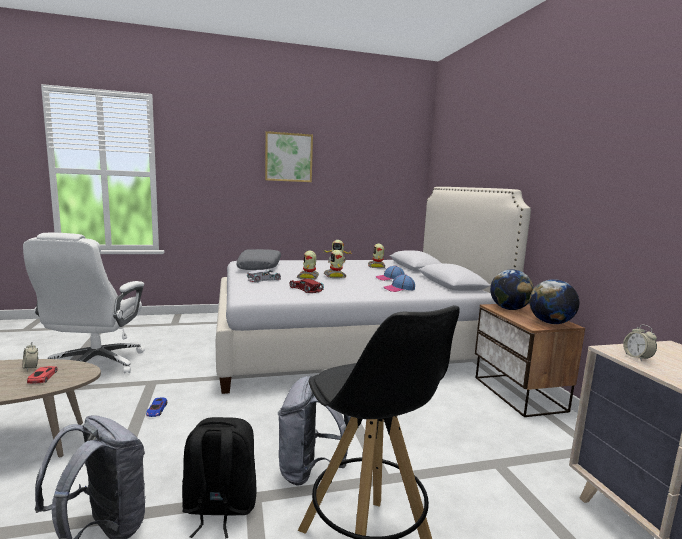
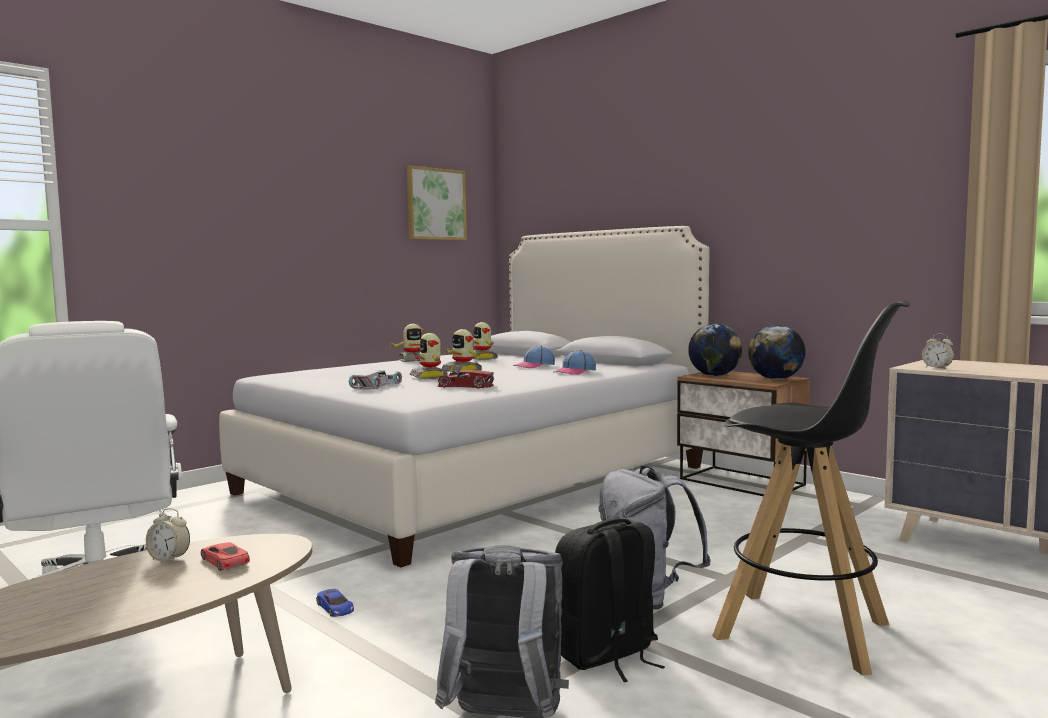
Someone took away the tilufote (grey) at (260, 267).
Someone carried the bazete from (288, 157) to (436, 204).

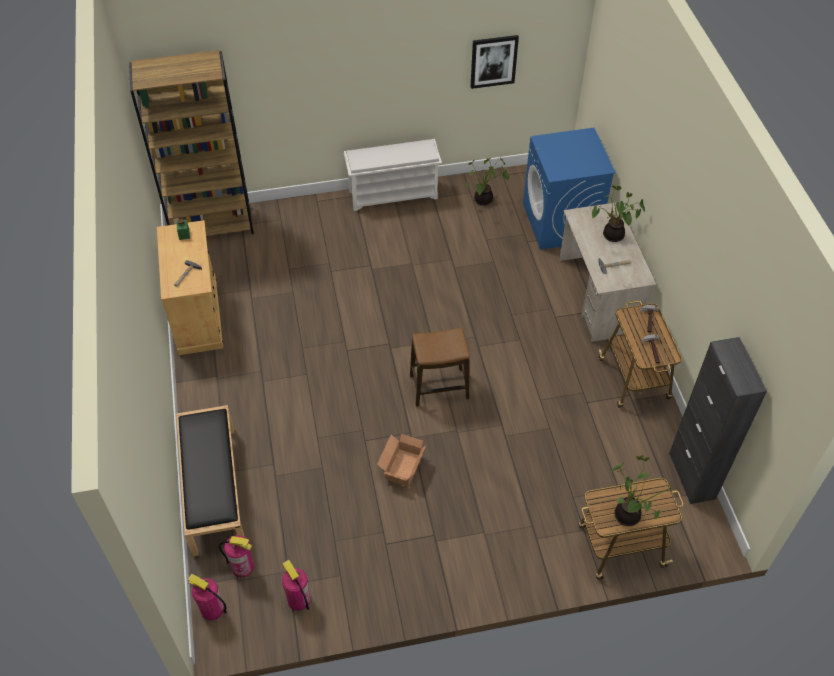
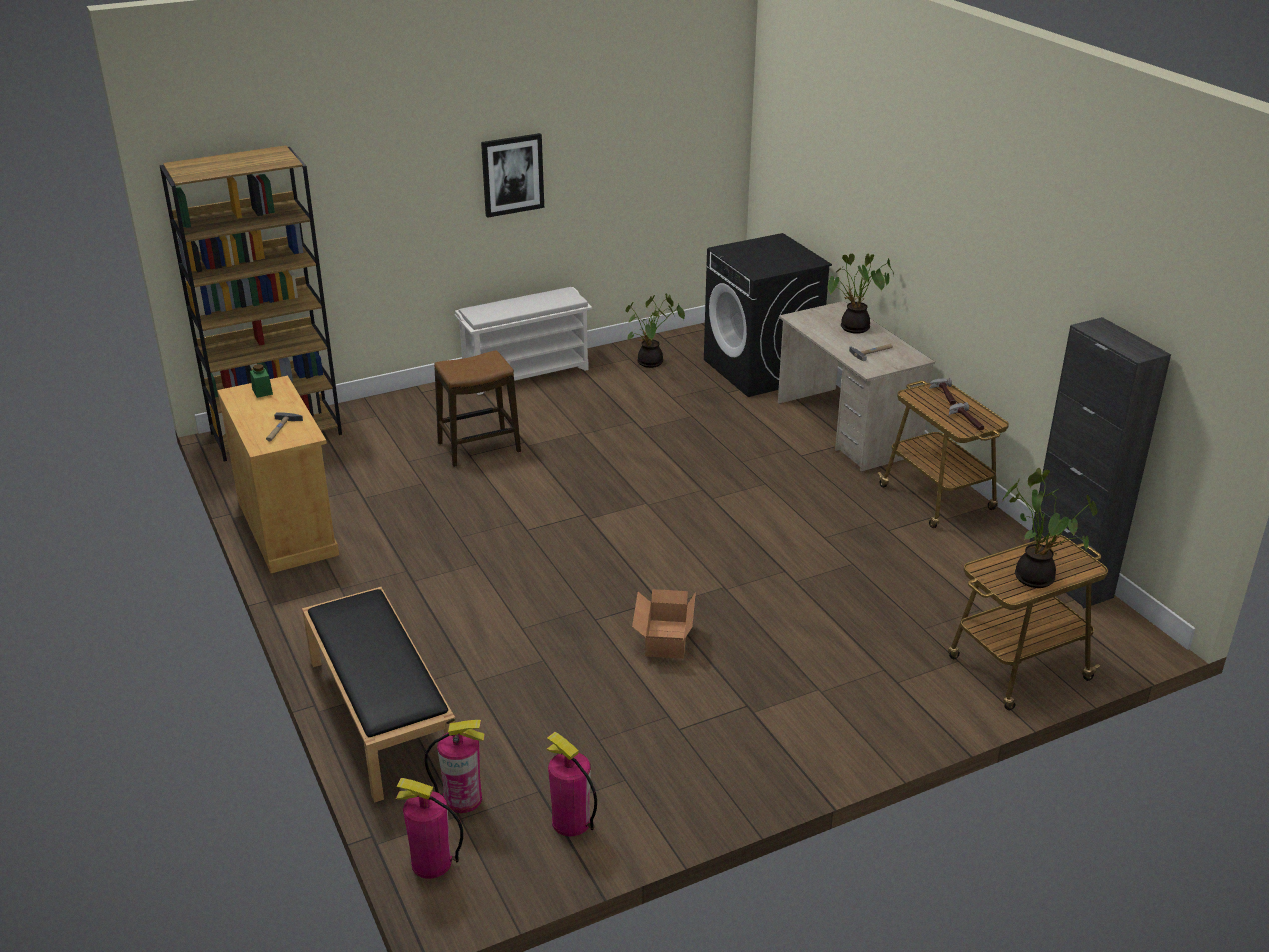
Someone carried the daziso from (439, 387) to (479, 448).
Someone carried the bazete from (493, 61) to (512, 174).
Someone repainted the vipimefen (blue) at (561, 222), which became the vipimefen (black) at (762, 370).

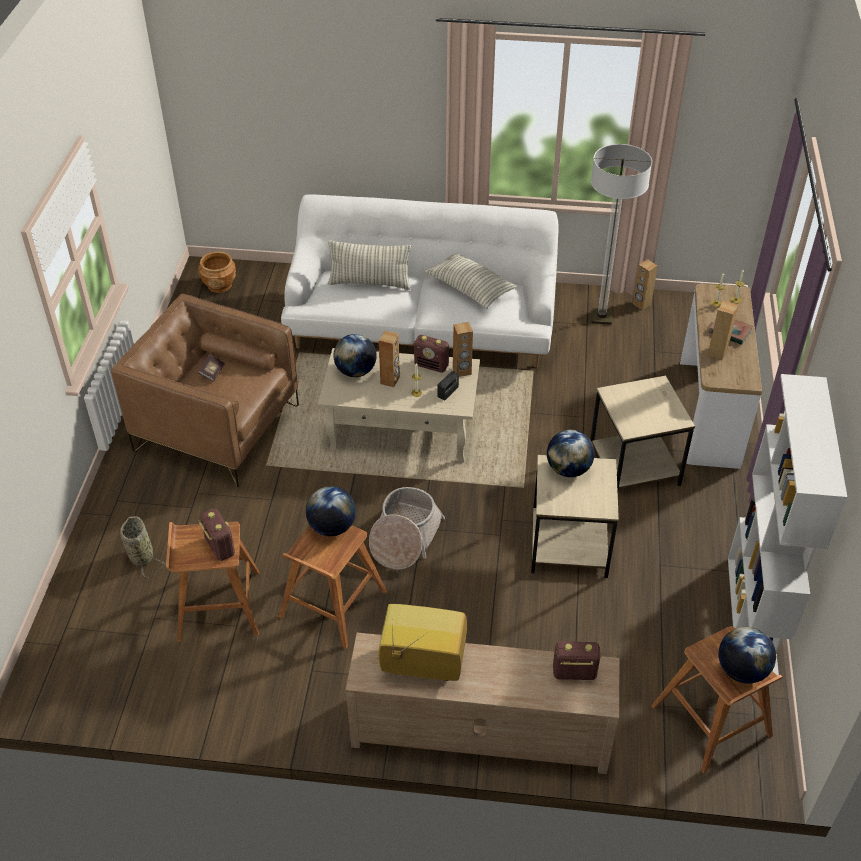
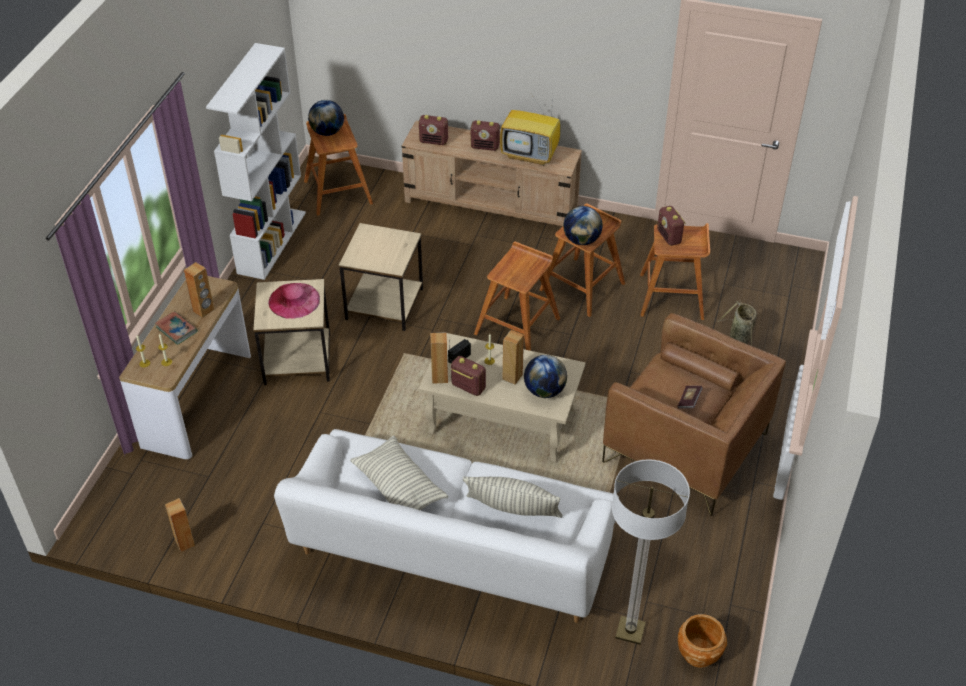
Someone took away the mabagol at (568, 469).
Someone put down the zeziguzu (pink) at (294, 300).
Someone put down the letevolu at (485, 147).
Someone carried the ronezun from (601, 317) to (630, 631).
Someone swapped the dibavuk at (404, 538) for the daziso (brown) at (518, 325).

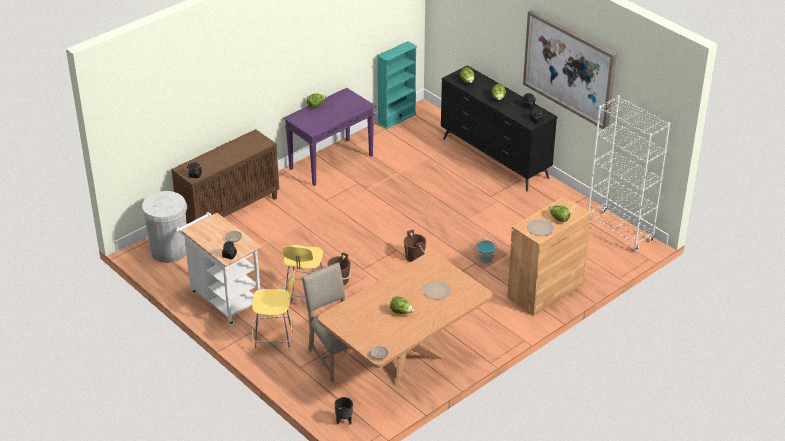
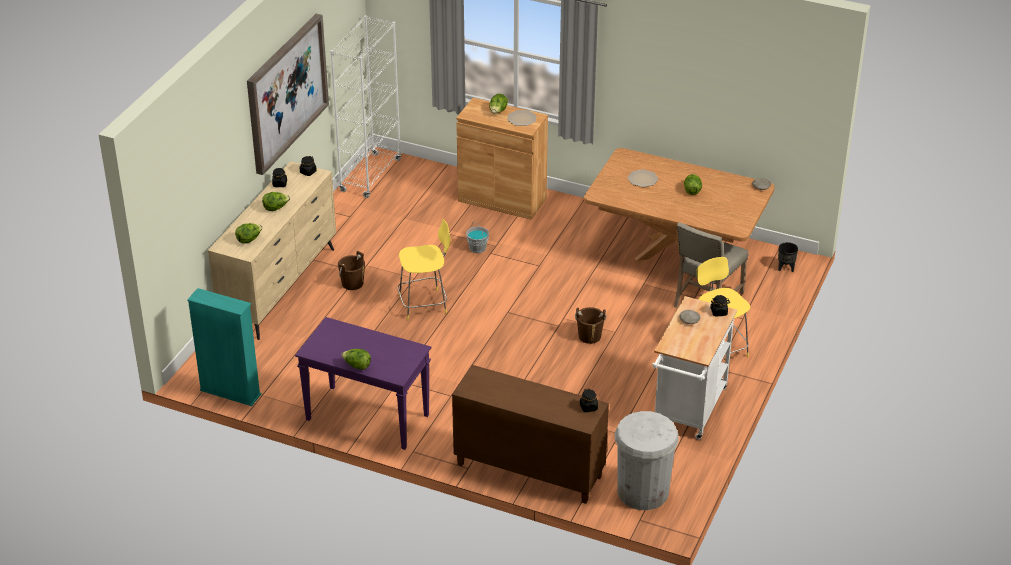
Someone carried the daziso (yellow) from (304, 295) to (424, 304).
Someone carried the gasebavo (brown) from (414, 257) to (352, 283).
Someone repainted the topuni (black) at (495, 159), which became the topuni (beige) at (280, 288).

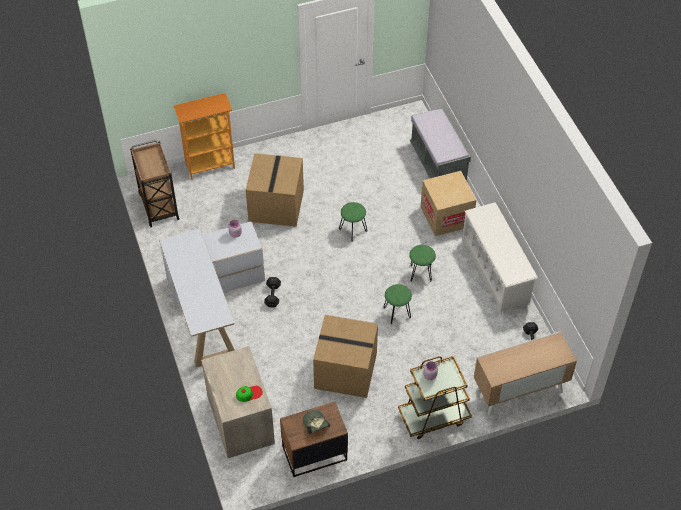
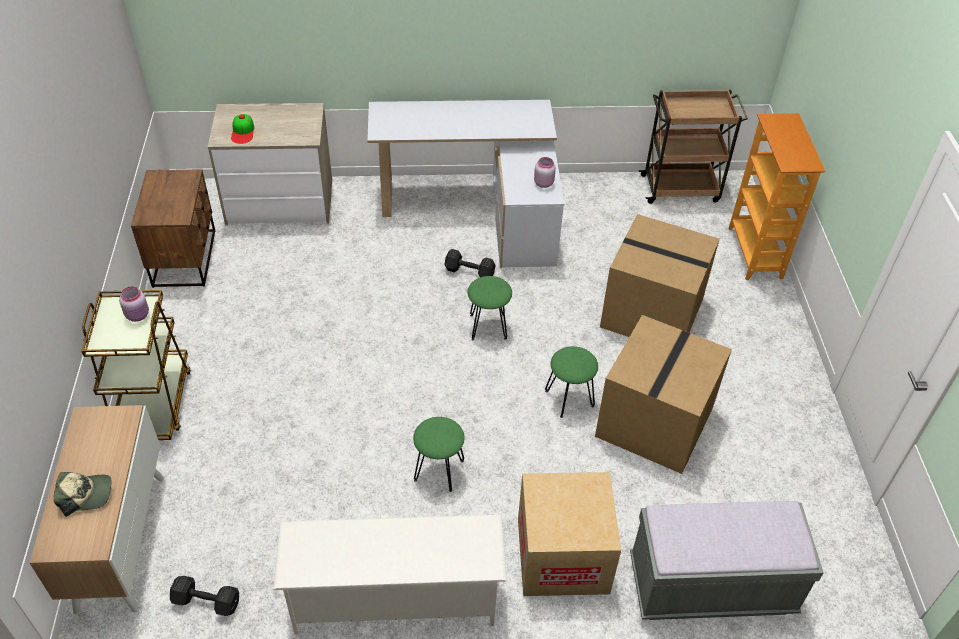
Someone carried the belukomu from (315, 424) to (85, 494).
Someone carried the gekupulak from (346, 370) to (655, 423).
Someone carried the daziso (green) from (397, 312) to (488, 327).

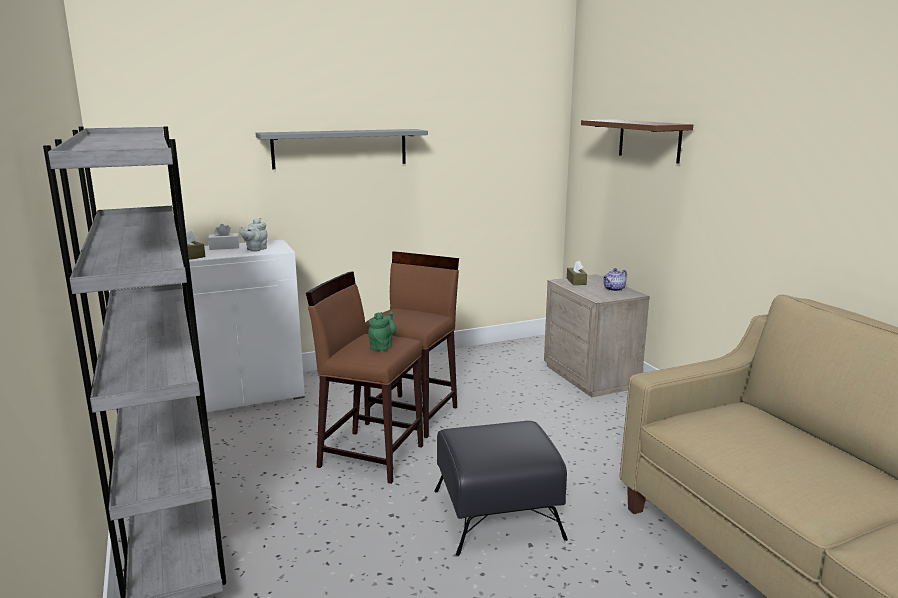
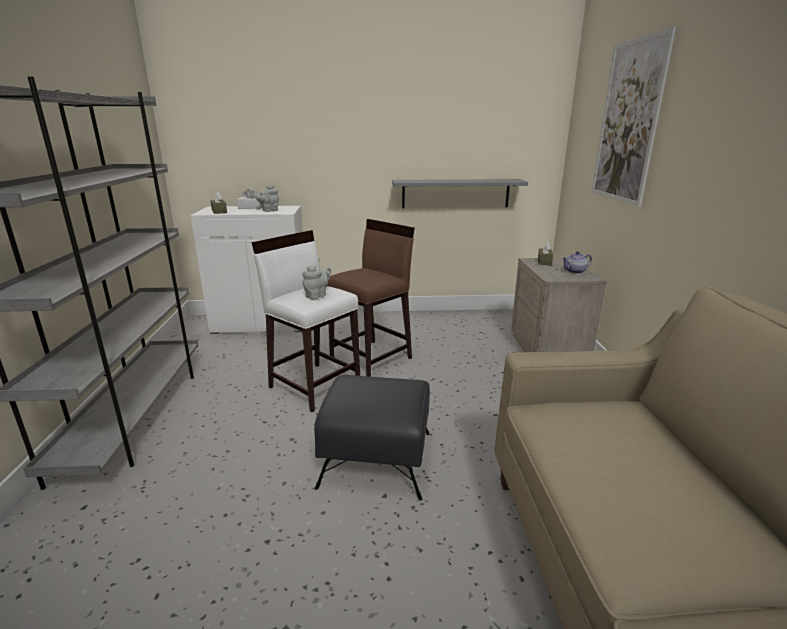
Someone carried the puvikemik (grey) from (340, 148) to (455, 193).
Someone swapped the puvikemik (brown) at (649, 140) for the bazete at (628, 122).
Someone repainted the daziso (brown) at (371, 455), which became the daziso (white) at (315, 385).
Someone repainted the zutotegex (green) at (382, 346), which became the zutotegex (grey) at (317, 295).

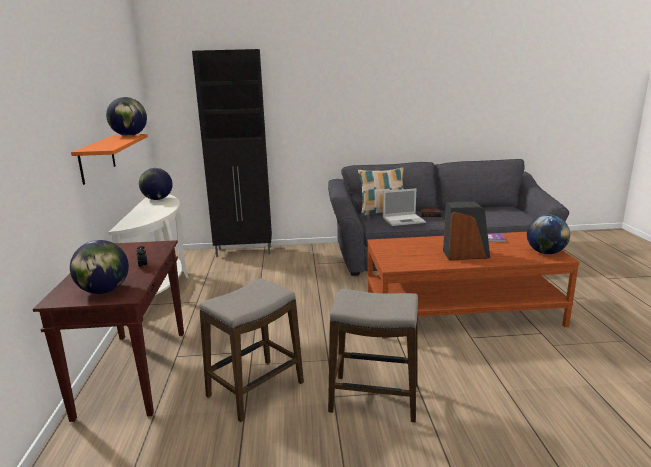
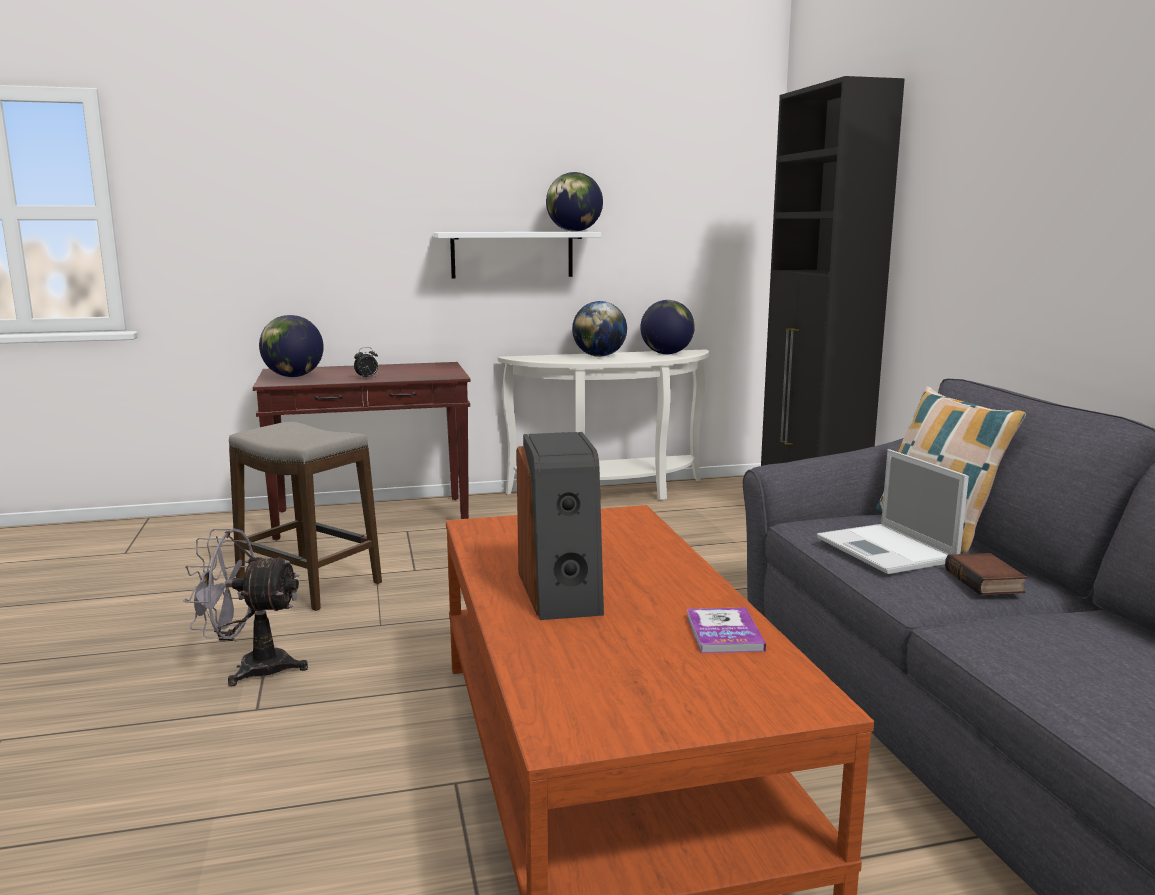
Someone carried the mabagol from (545, 253) to (599, 356).
Someone swapped the daziso at (374, 398) for the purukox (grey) at (251, 668).
Someone repainted the puvikemik (orange) at (97, 158), which became the puvikemik (white) at (512, 254).

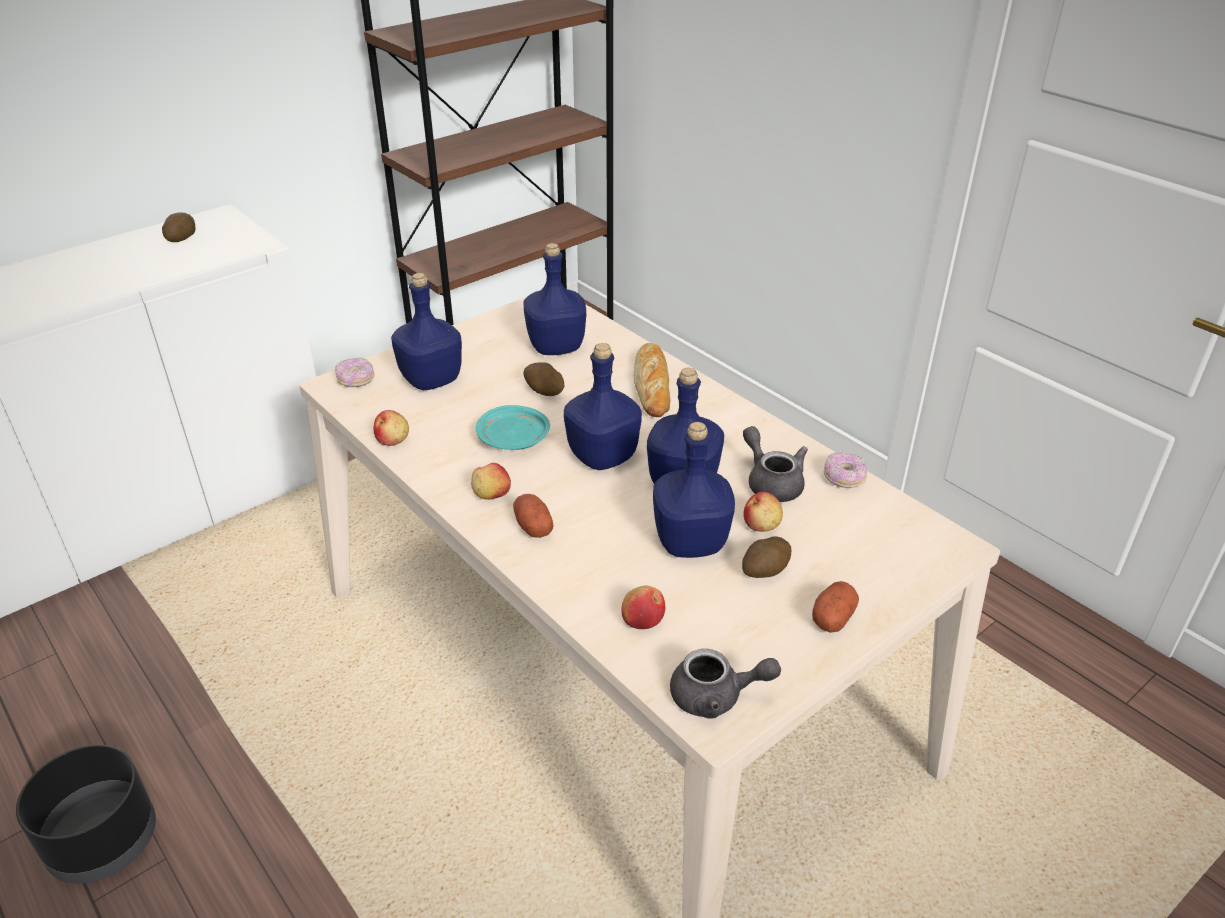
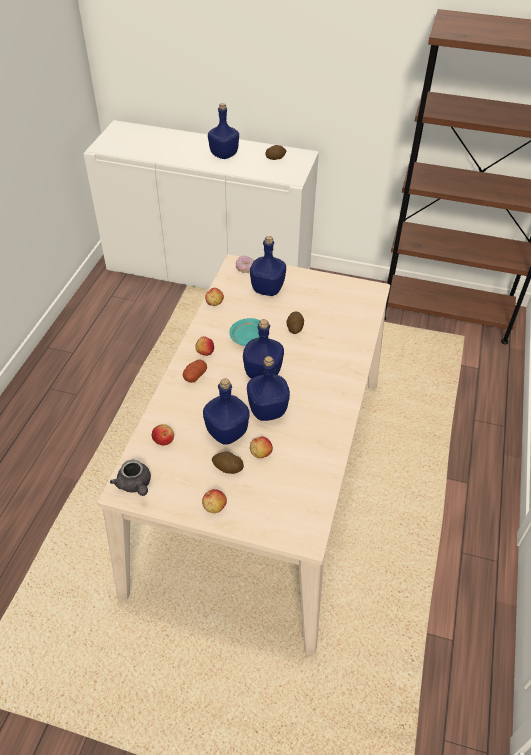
Someone took away the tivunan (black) at (102, 841).
Someone took away the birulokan at (652, 384).
Someone took away the zutotegex (grey) at (771, 482).
Someone took away the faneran at (844, 478).
Someone carried the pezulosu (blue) from (557, 346) to (224, 155).
Someone swapped the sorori at (832, 617) for the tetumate at (214, 506).

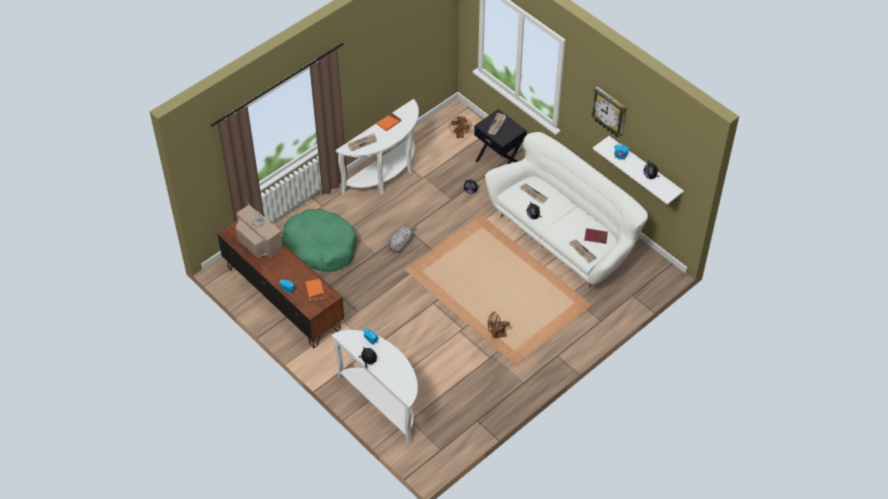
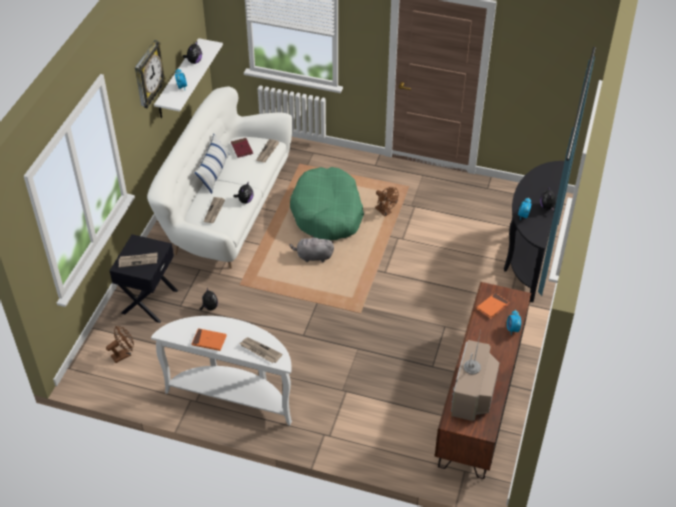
Someone put down the tilufote at (214, 172).
Someone carried the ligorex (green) from (320, 247) to (327, 213).
Someone carried the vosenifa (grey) from (401, 243) to (313, 256).
Someone repainted the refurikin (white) at (384, 402), which became the refurikin (black) at (527, 256).

